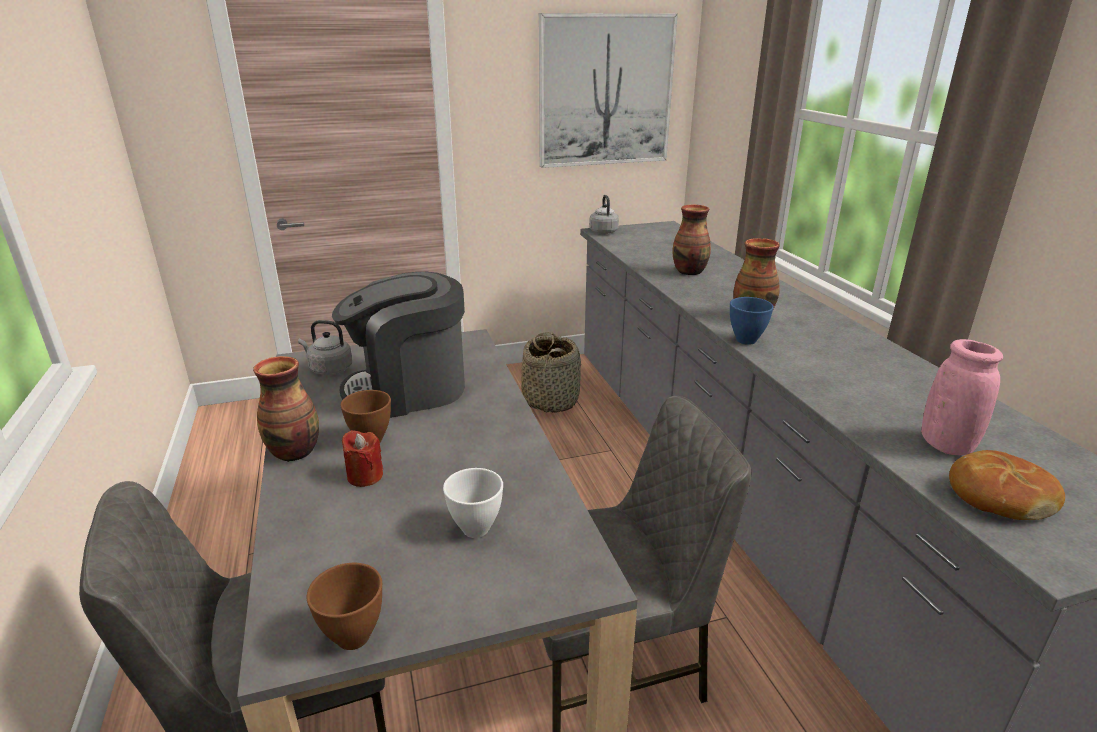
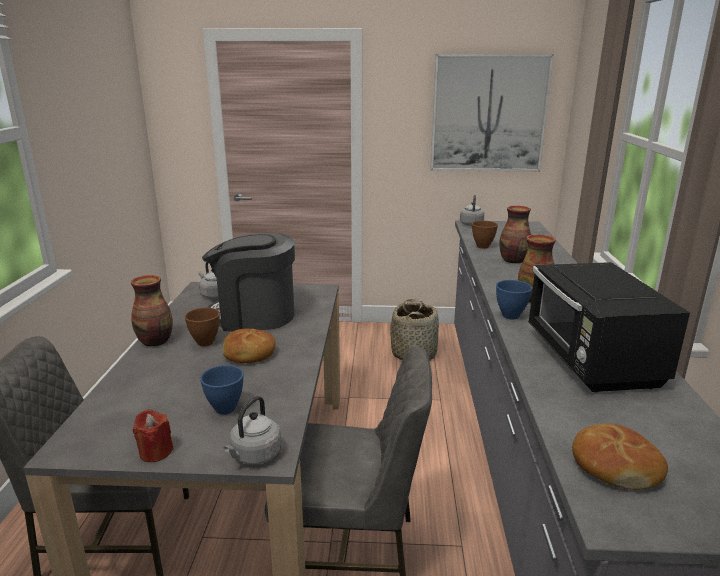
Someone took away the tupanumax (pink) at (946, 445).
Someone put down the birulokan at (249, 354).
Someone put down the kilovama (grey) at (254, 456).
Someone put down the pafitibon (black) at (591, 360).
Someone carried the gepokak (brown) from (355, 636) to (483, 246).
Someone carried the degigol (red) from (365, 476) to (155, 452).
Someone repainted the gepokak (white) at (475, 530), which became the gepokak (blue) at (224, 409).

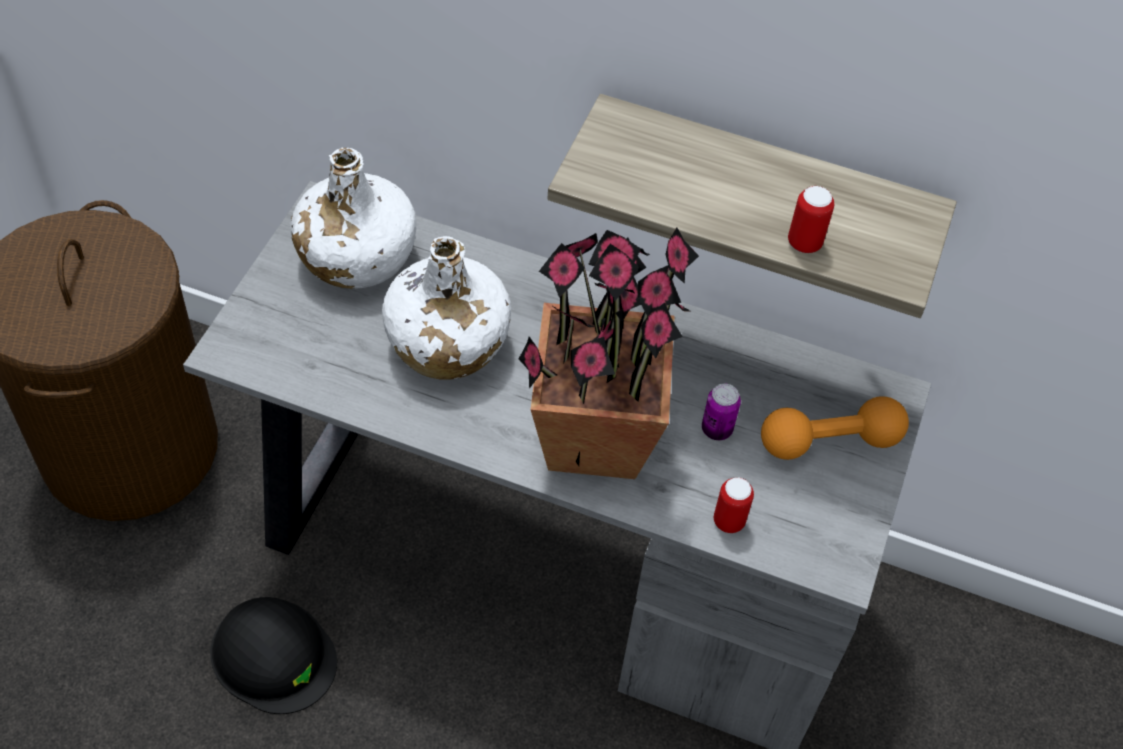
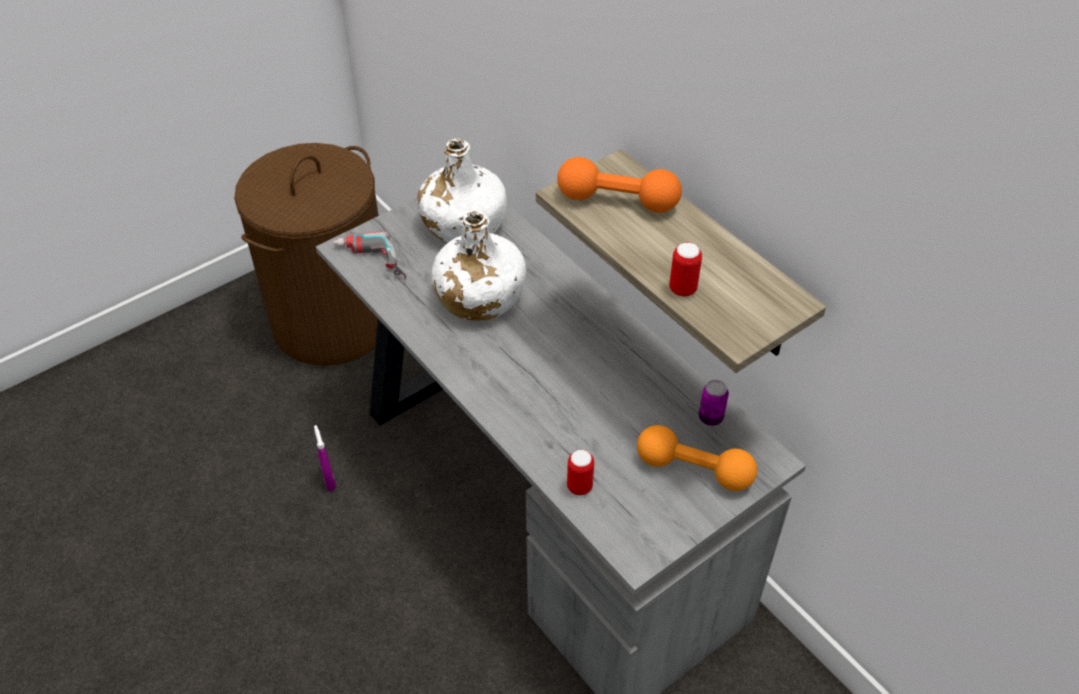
Someone took away the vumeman at (594, 437).
Someone put down the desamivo at (369, 263).
Someone put down the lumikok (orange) at (617, 201).
Someone carried the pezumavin from (716, 429) to (710, 417).
Someone swapped the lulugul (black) at (273, 655) for the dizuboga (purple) at (329, 480).

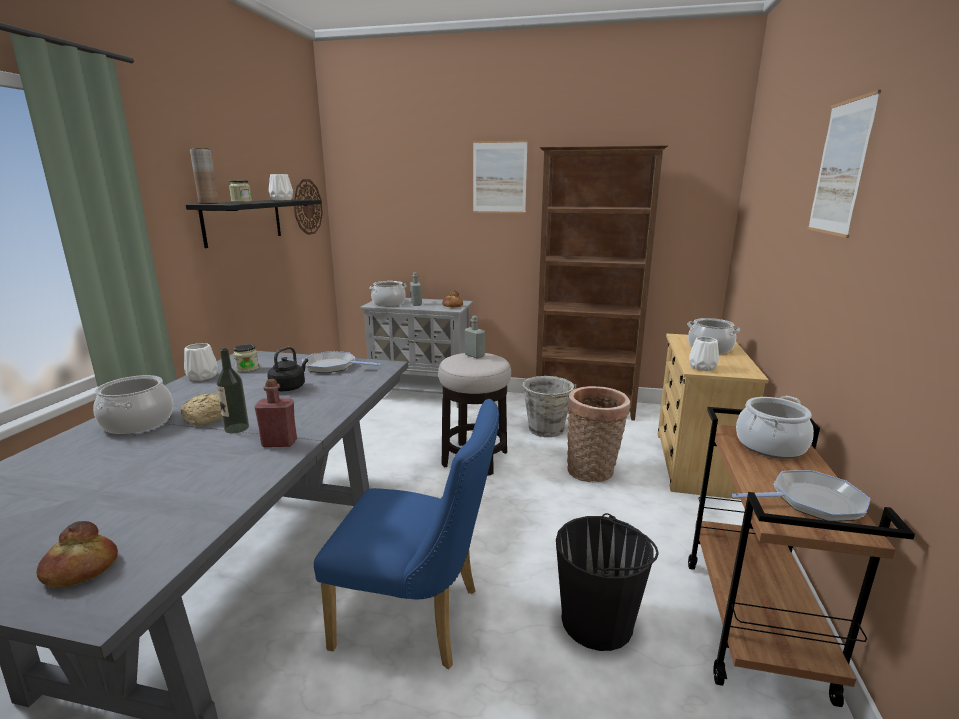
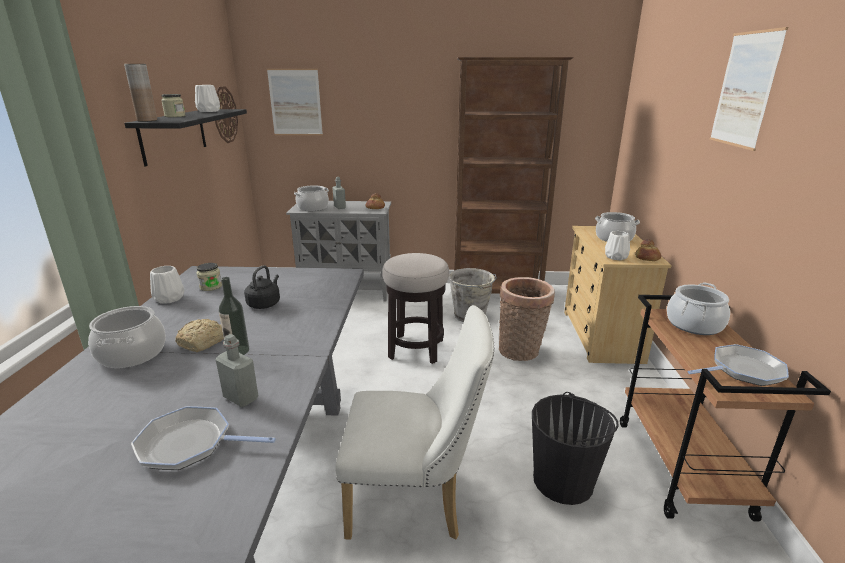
Someone took away the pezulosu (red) at (279, 443).
Someone carried the birulokan from (80, 570) to (647, 258).
Someone carried the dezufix from (333, 366) to (190, 444).
Someone carried the pezulosu (grey) from (474, 355) to (241, 398).
Someone carried the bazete from (499, 177) to (295, 102).
Someone repainted the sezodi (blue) at (418, 619), which became the sezodi (white) at (415, 500).

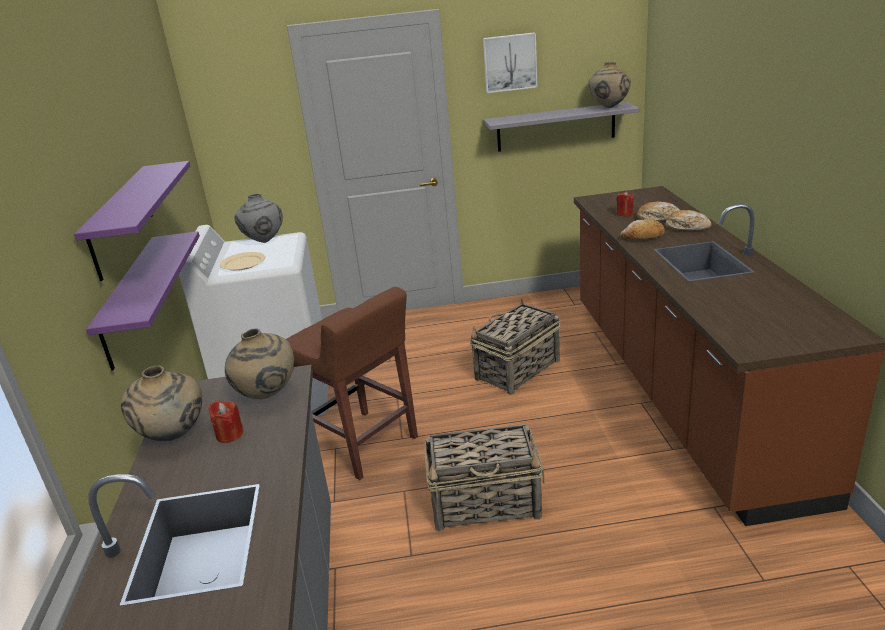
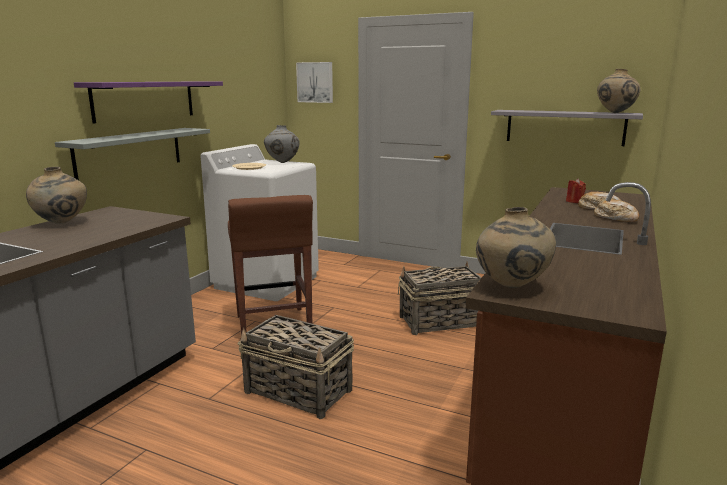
Someone took away the degigol (red) at (229, 434).
Someone took away the birulokan at (643, 237).
Someone carried the tupanumax (beige) from (267, 396) to (511, 287).
Someone carried the bazete from (509, 62) to (315, 82).
Someone repainted the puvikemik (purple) at (131, 300), which became the puvikemik (grey) at (130, 152).

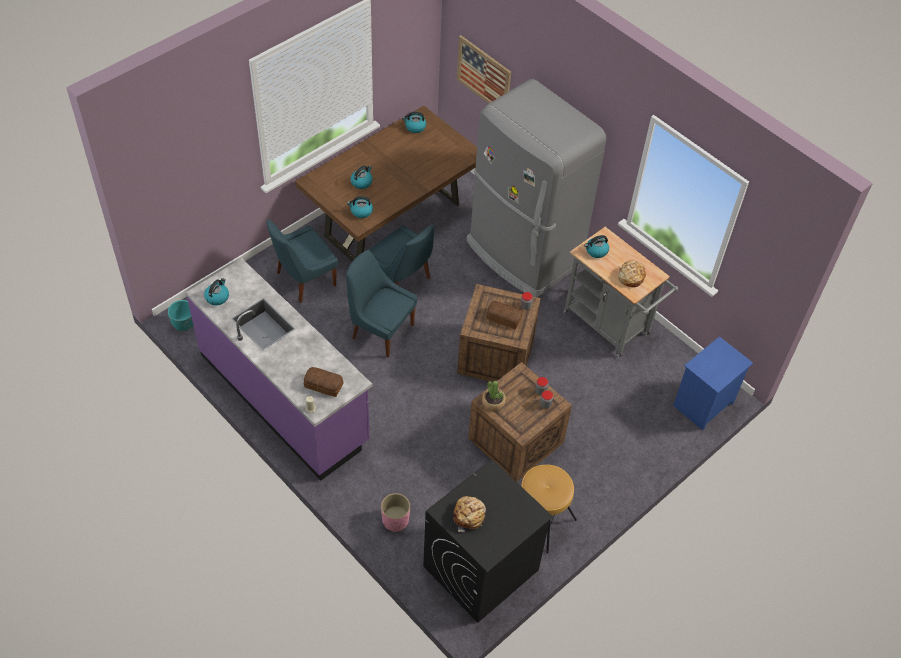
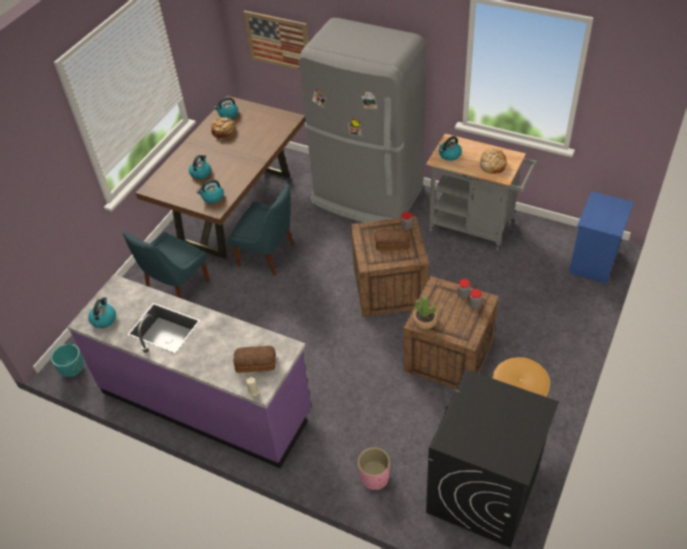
Someone took away the sezodi (blue) at (380, 330).
Someone carried the birulokan from (469, 516) to (224, 132).

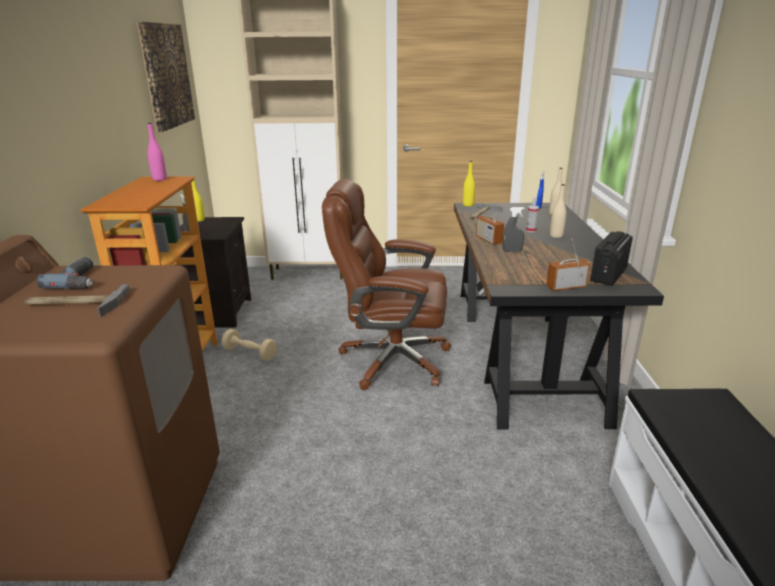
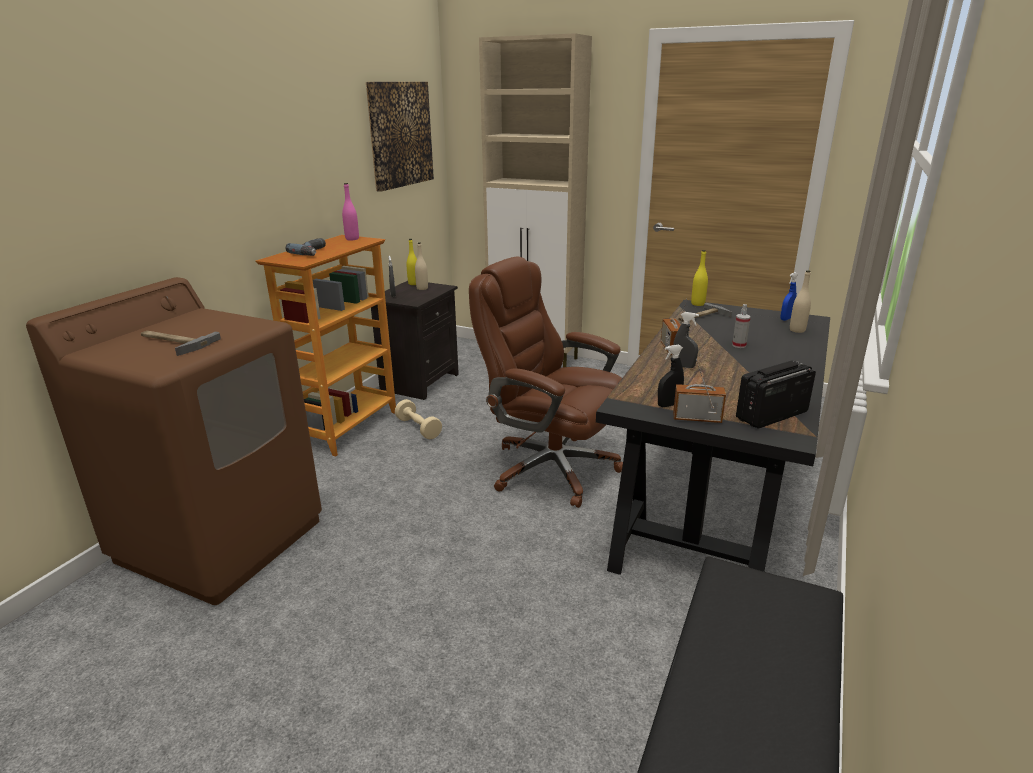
Someone put down the dizuboga (black) at (668, 405).
Someone carried the desamivo from (81, 280) to (313, 252).
Someone carried the pezulosu (beige) from (556, 236) to (422, 288).

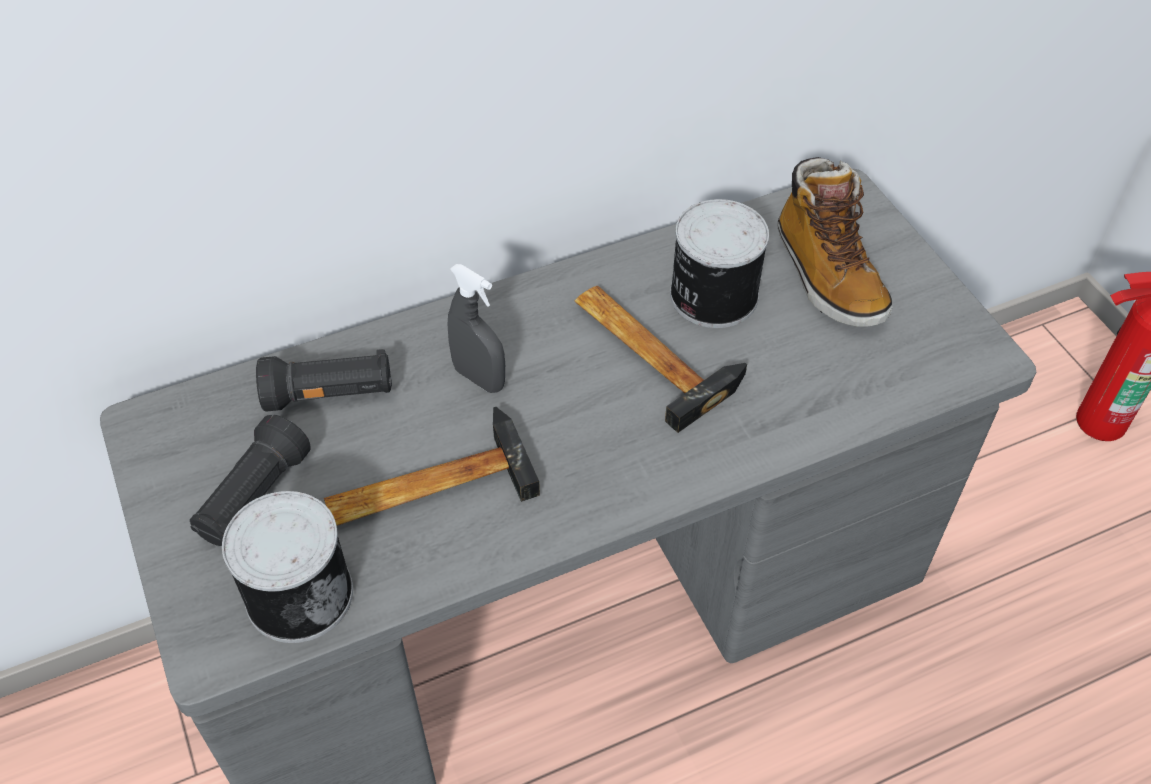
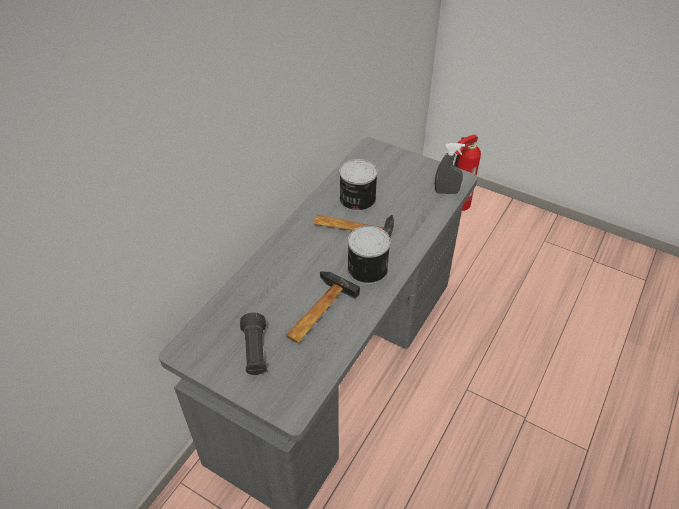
Someone took away the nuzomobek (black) at (330, 395).
Someone took away the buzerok at (827, 275).
Someone carried the pezumavin from (298, 592) to (366, 269).
Someone carried the dizuboga (grey) from (479, 378) to (446, 192).

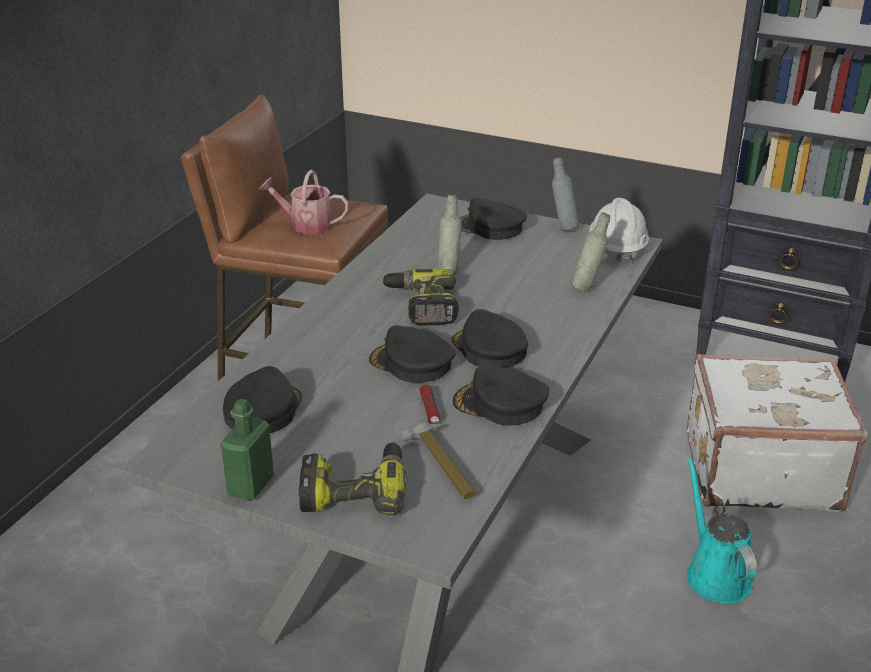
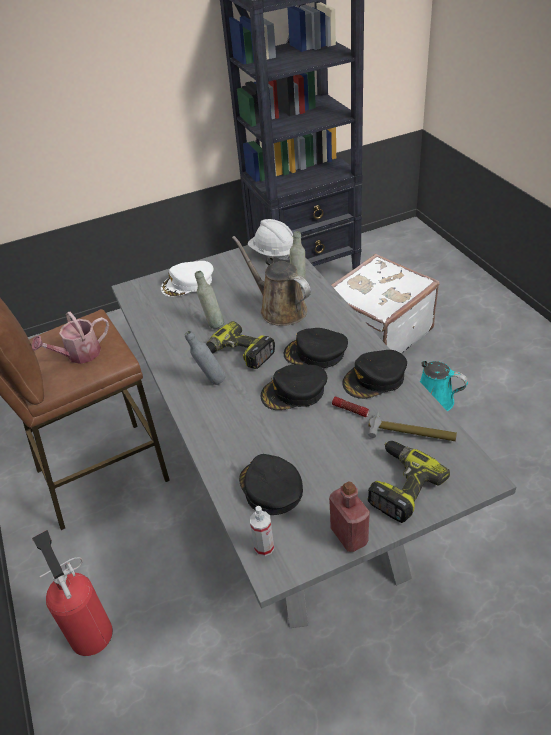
Someone put down the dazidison at (89, 631).
Someone put down the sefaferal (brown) at (279, 309).
Someone put down the dizuboga at (264, 547).
Someone carried the pezulosu (grey) from (562, 228) to (210, 381).
Someone repainted the pezulosu (green) at (251, 486), which became the pezulosu (red) at (349, 535).
Someone repainted the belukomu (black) at (489, 228), which became the belukomu (white) at (188, 283).

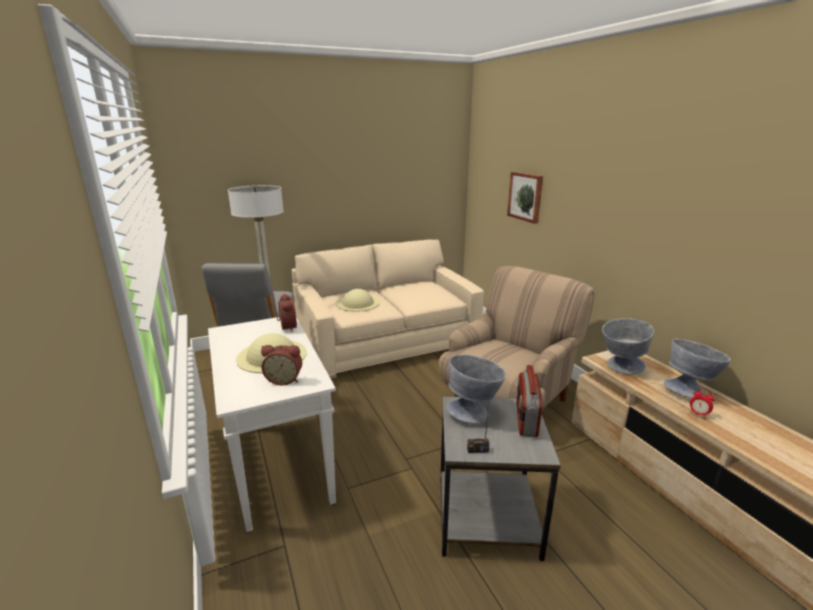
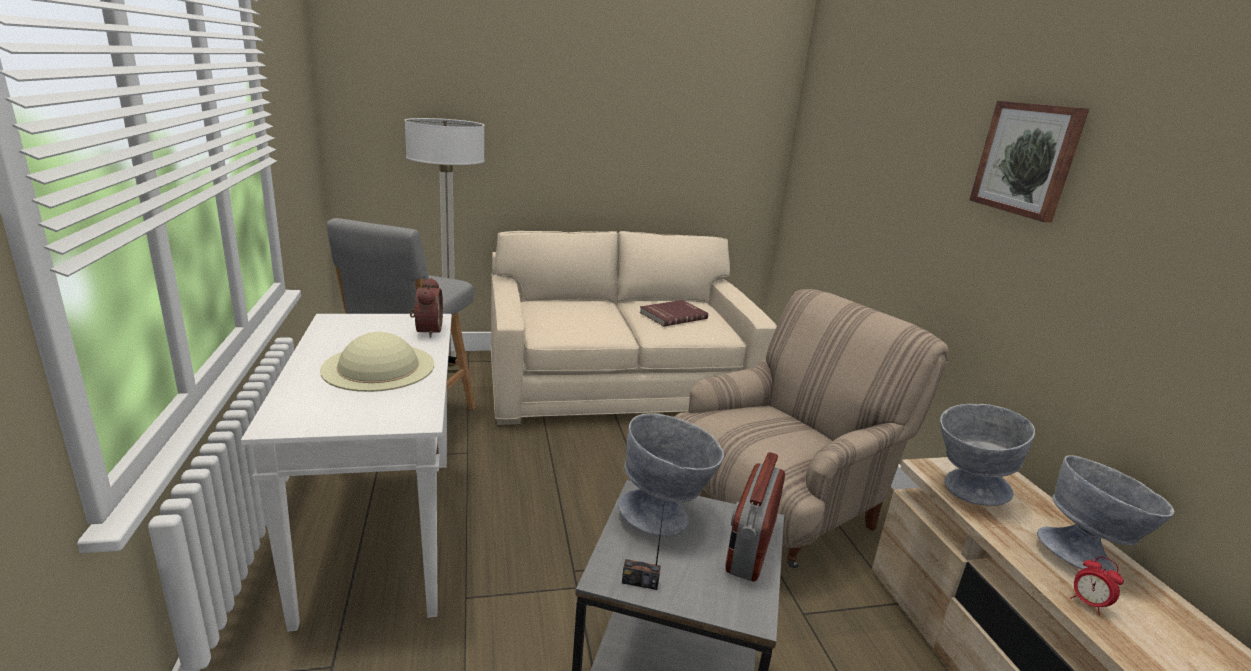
Someone took away the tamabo at (284, 379).
Someone took away the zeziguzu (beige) at (358, 303).
Someone put down the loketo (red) at (672, 315).
Someone carried the bazete from (525, 196) to (1027, 159).

